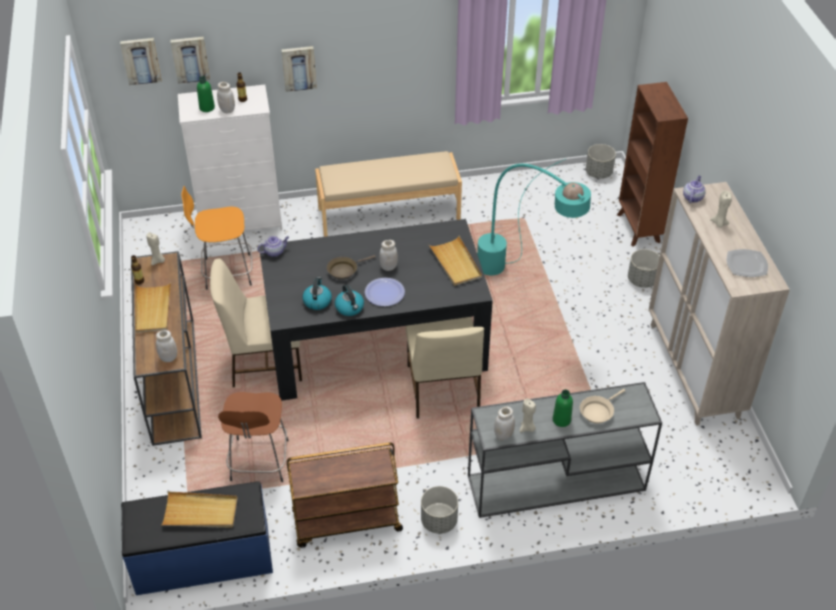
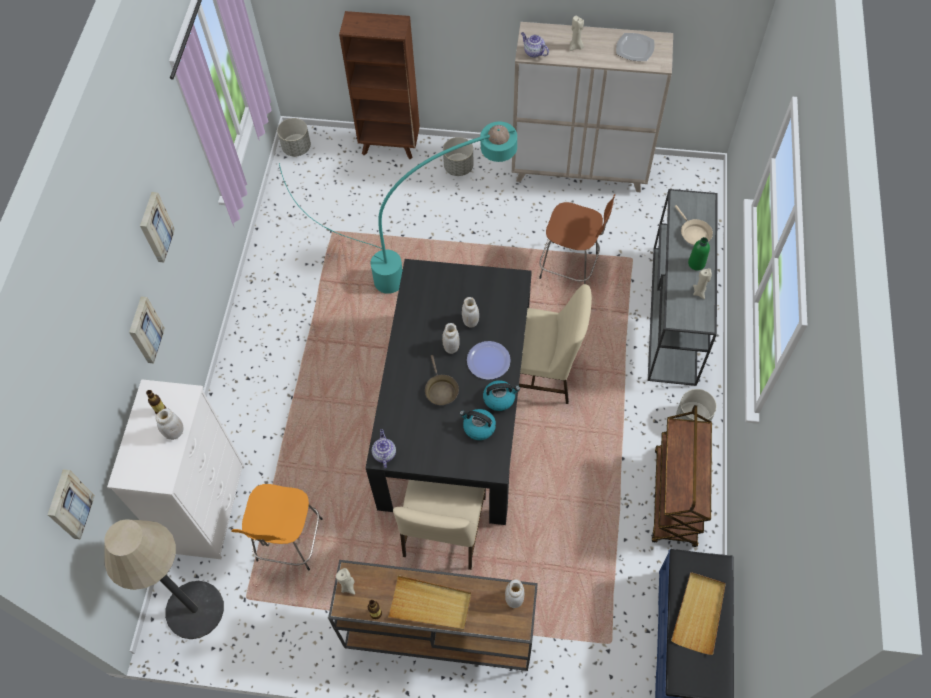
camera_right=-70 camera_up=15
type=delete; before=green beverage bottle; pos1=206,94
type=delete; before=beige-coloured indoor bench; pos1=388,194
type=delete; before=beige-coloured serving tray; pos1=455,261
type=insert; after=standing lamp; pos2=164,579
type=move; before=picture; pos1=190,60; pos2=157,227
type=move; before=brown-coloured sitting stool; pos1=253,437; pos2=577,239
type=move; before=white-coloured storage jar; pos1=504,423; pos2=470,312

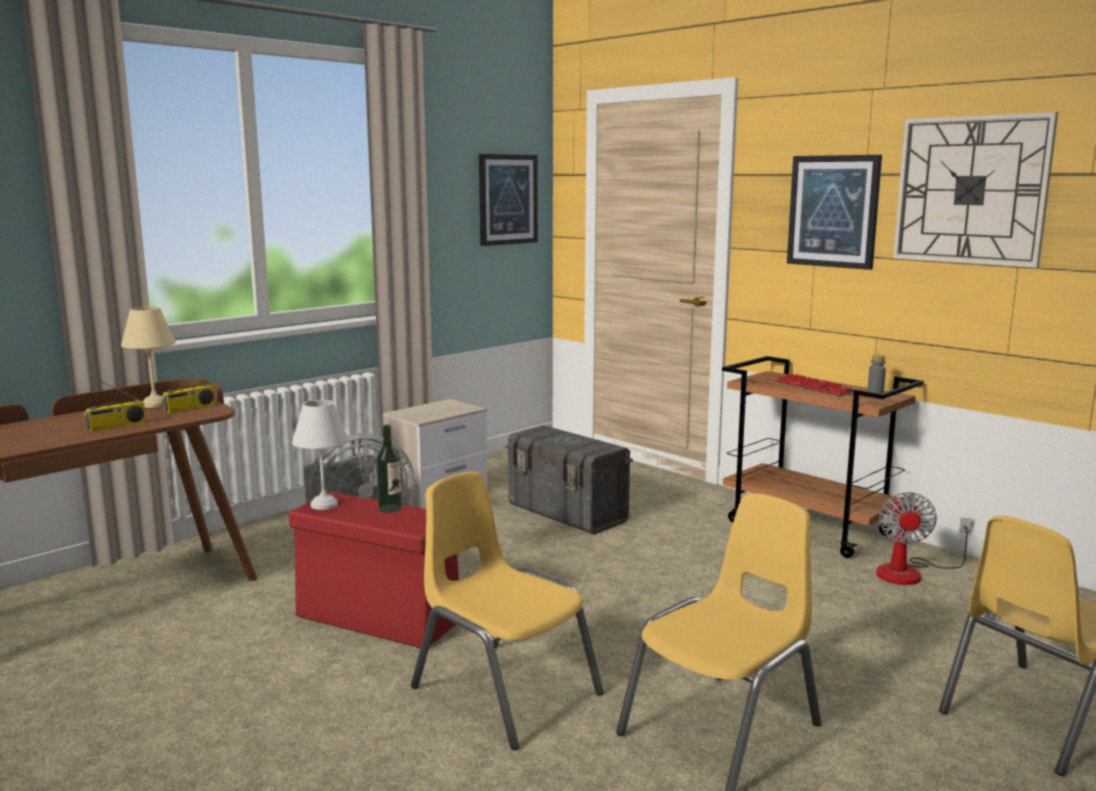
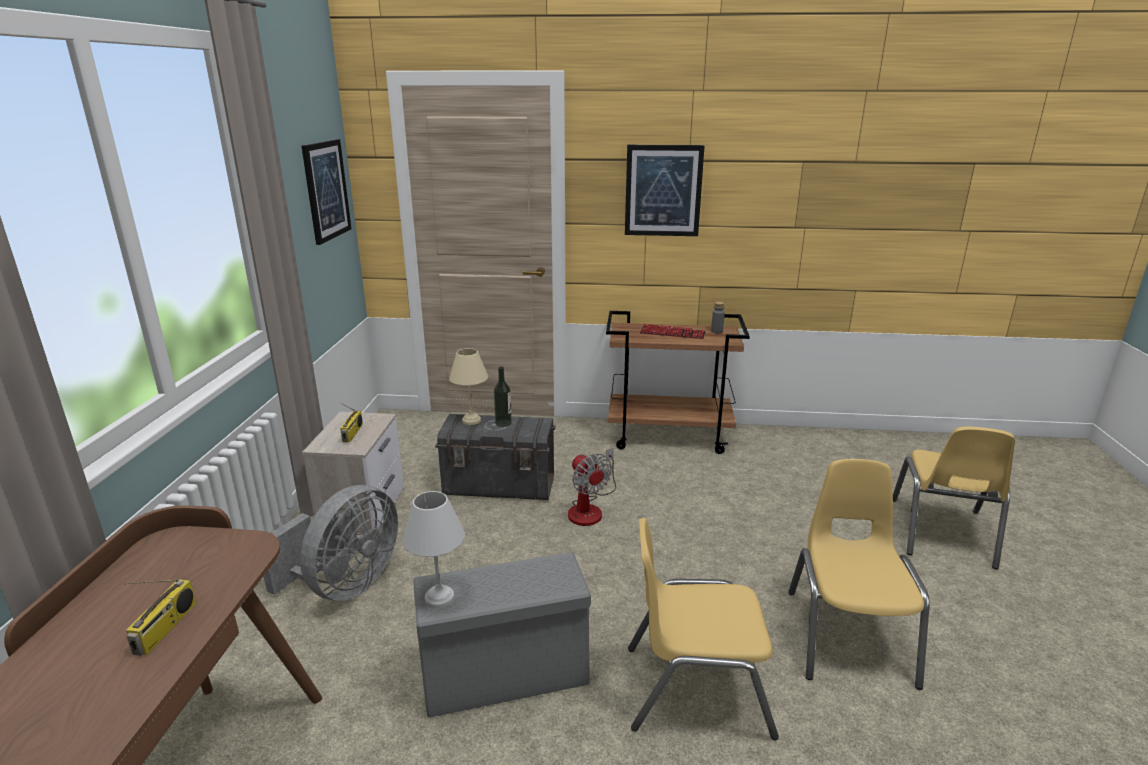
camera_right=-40 camera_up=10
type=delete; before=wall clock; pos1=975,190
type=move; before=beige-coloured lamp for a table; pos1=148,357; pos2=468,386
type=move; before=radio receiver; pos1=188,387; pos2=351,422
type=move; before=beverage bottle; pos1=389,468; pos2=503,397
type=move; before=cooling fan; pos1=924,538; pos2=592,487
type=recolor; before=reddish storage bin; after=greyish storage bin; pos1=374,570; pos2=502,635

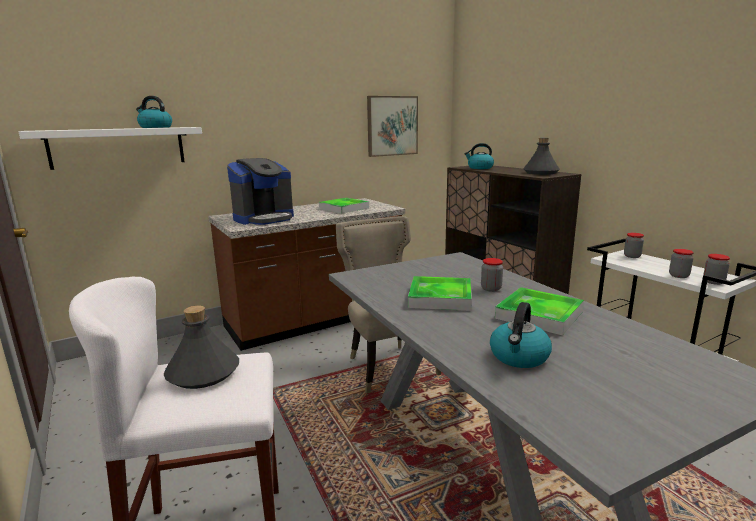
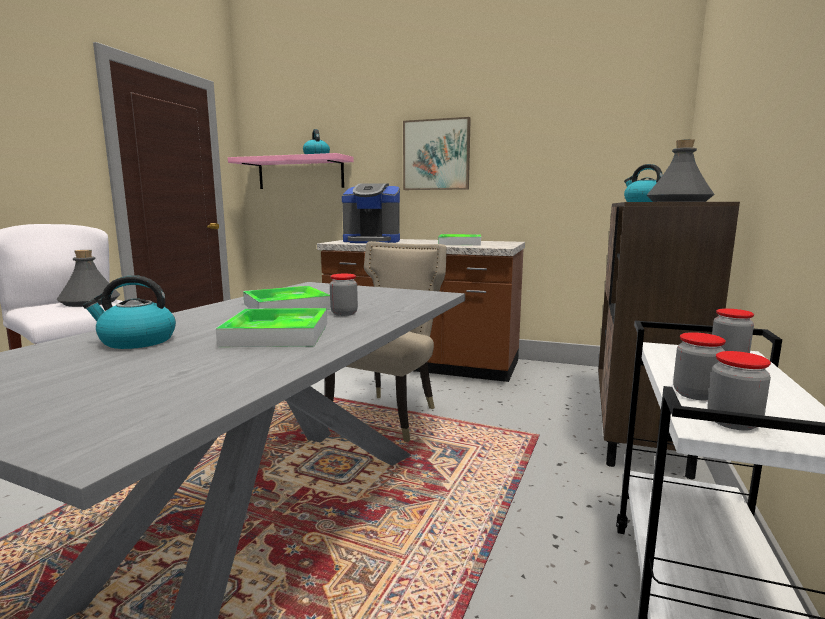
camera_right=50 camera_up=-5
type=move; before=picture; pos1=392,126; pos2=437,153
type=recolor; before=white-coloured bracket shelf; after=pinkish bracket shelf; pos1=110,148; pos2=291,171

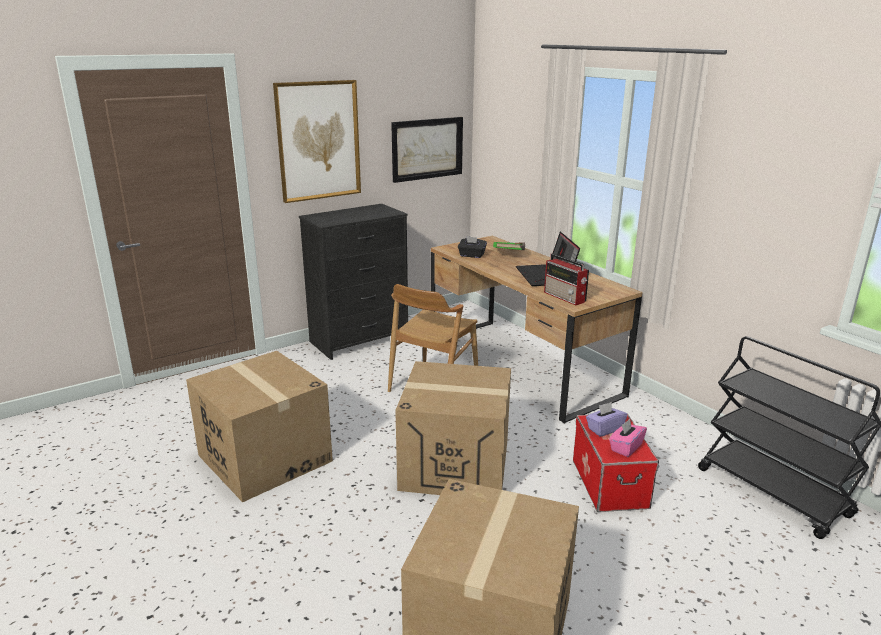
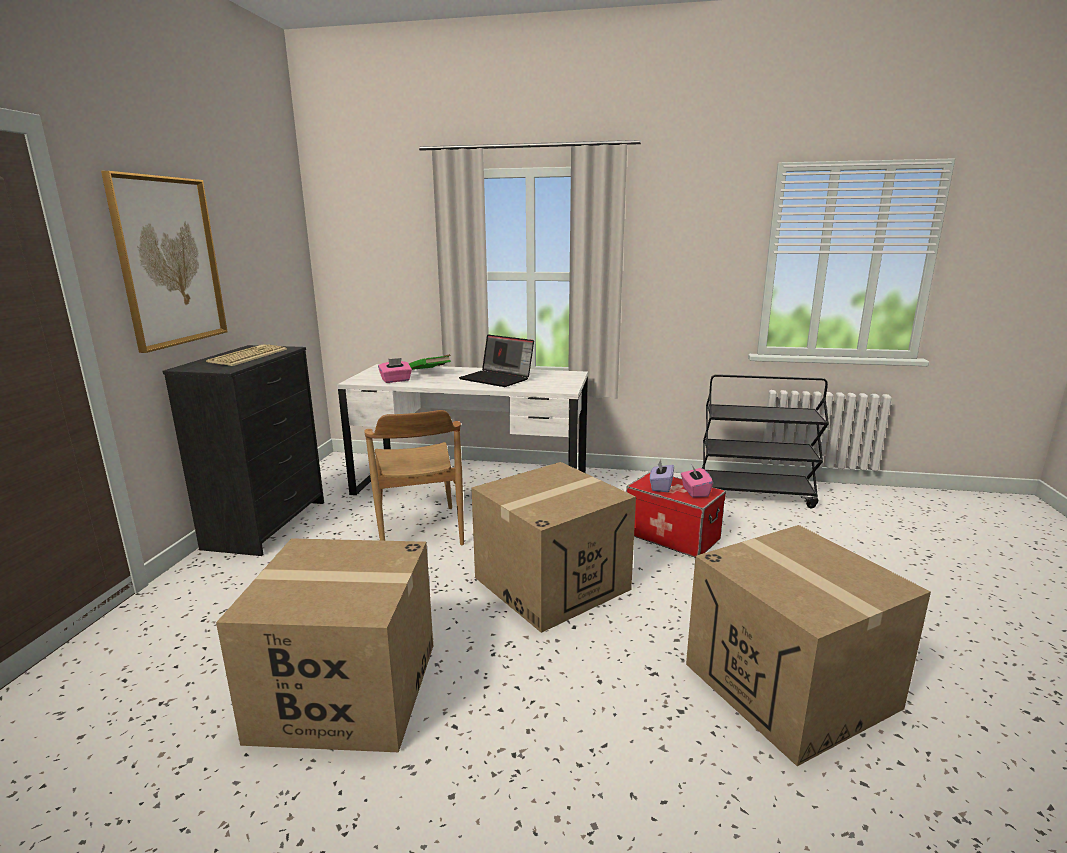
camera_right=-45 camera_up=-5
type=delete; before=picture; pos1=427,150
type=delete; before=radio receiver; pos1=566,279
type=insert; after=keyboard; pos2=246,355
type=recolor; before=brown-coloured desk; after=white-coloured desk; pos1=537,330; pos2=462,429
type=recolor; before=blackish tissue box; after=pinkish tissue box; pos1=472,247; pos2=395,370

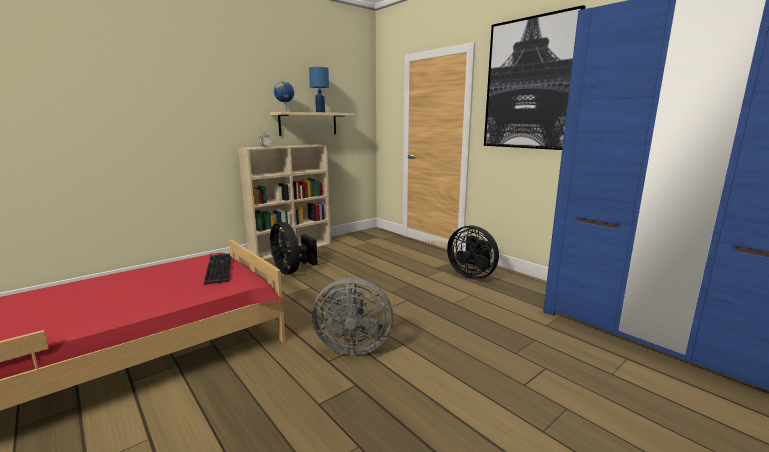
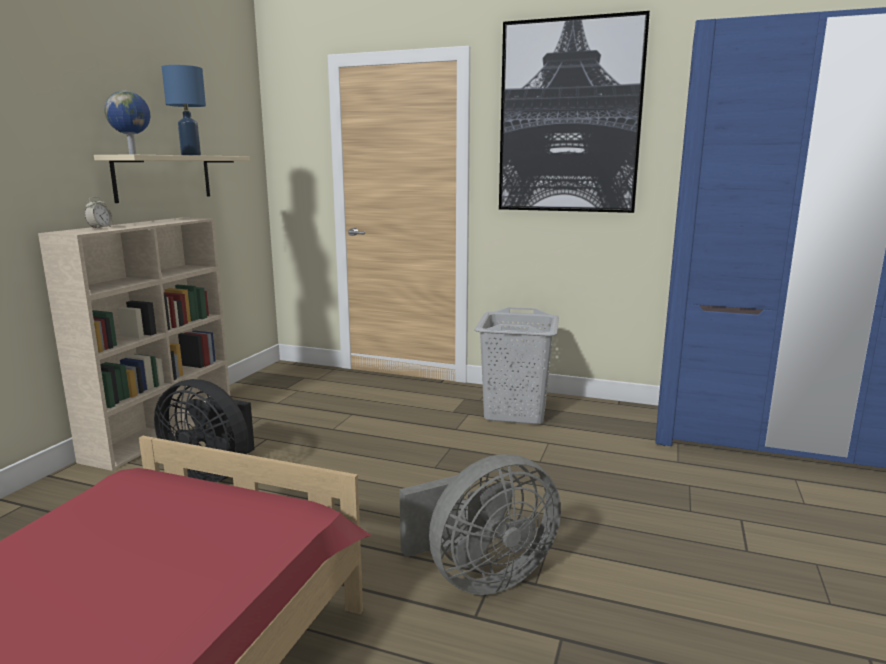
camera_right=-30 camera_up=0
type=delete; before=keyboard; pos1=217,269
type=replace; before=blackish cooling fan; after=greyish washing basket; pos1=473,252; pos2=517,366

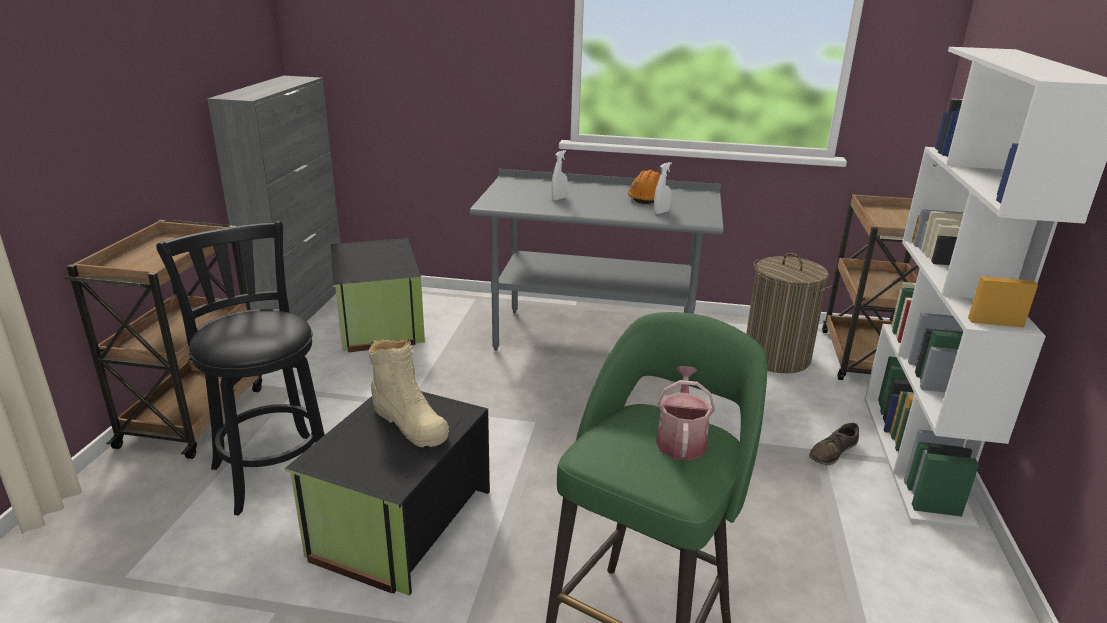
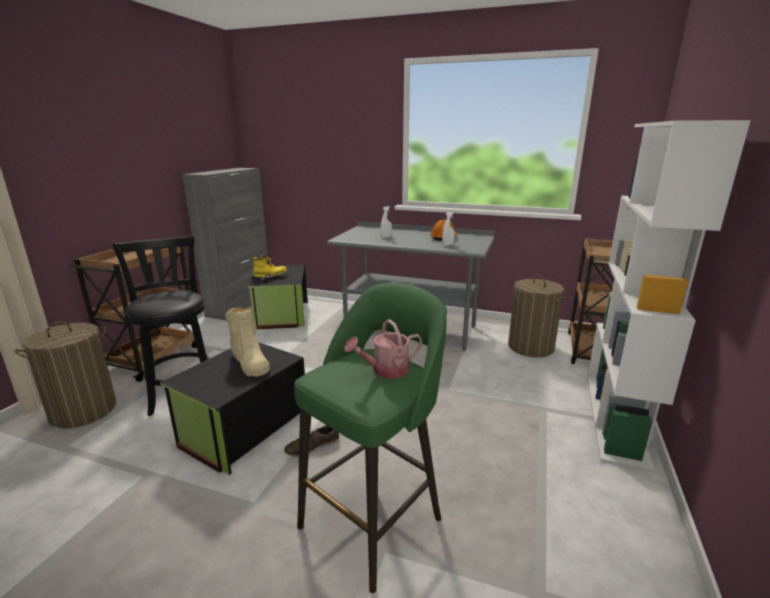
camera_right=10 camera_up=-5
type=insert; after=washing basket; pos2=65,375
type=insert; after=yellow tall boot; pos2=269,268
type=move; before=brown-coloured item of footwear; pos1=834,444; pos2=311,441
type=rotate; before=watering pot; pos1=685,413; pos2=383,349; turn=-135

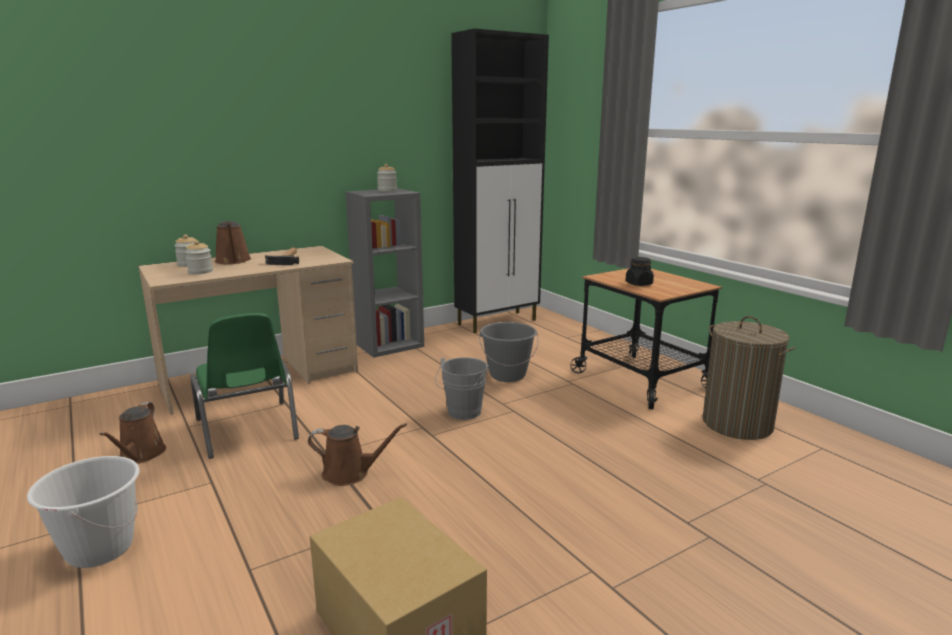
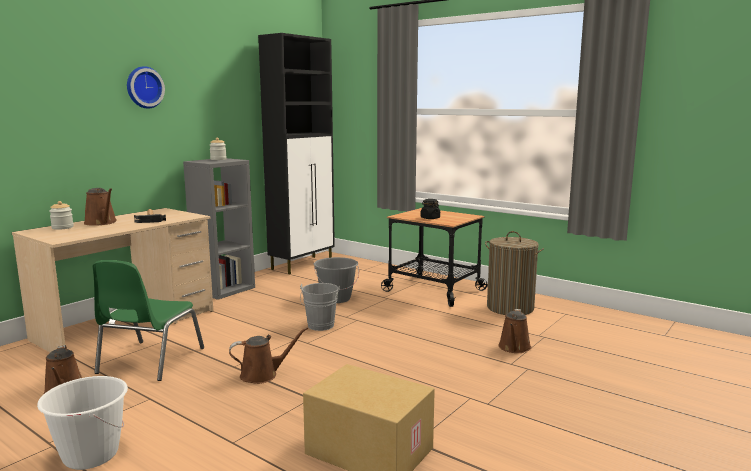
camera_right=-20 camera_up=-5
type=delete; before=storage jar; pos1=199,257
type=insert; after=wall clock; pos2=146,87
type=insert; after=brown-coloured watering pot; pos2=514,331
type=rotate; before=green upright chair; pos1=244,386; pos2=148,320; turn=60

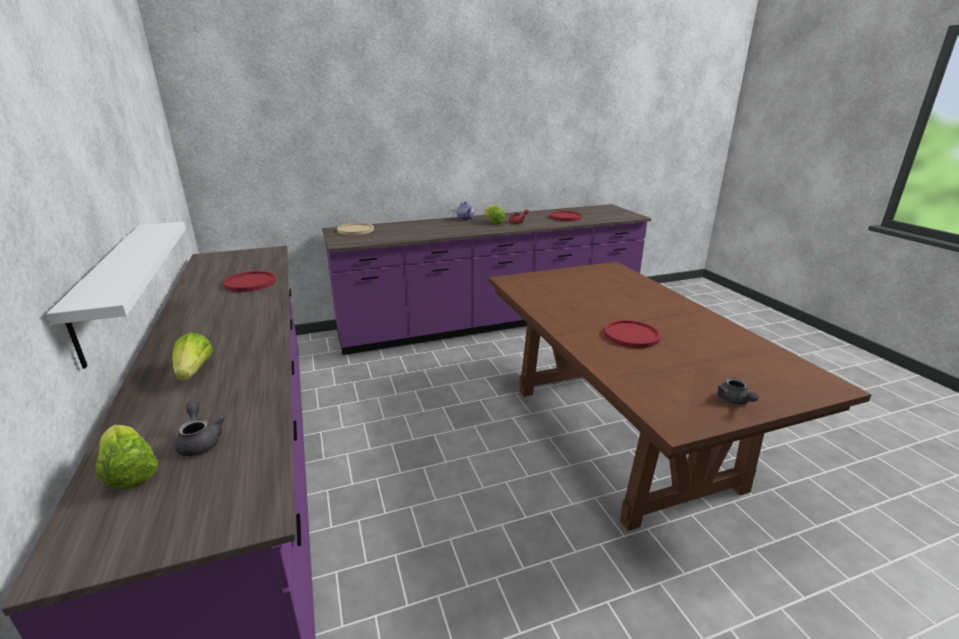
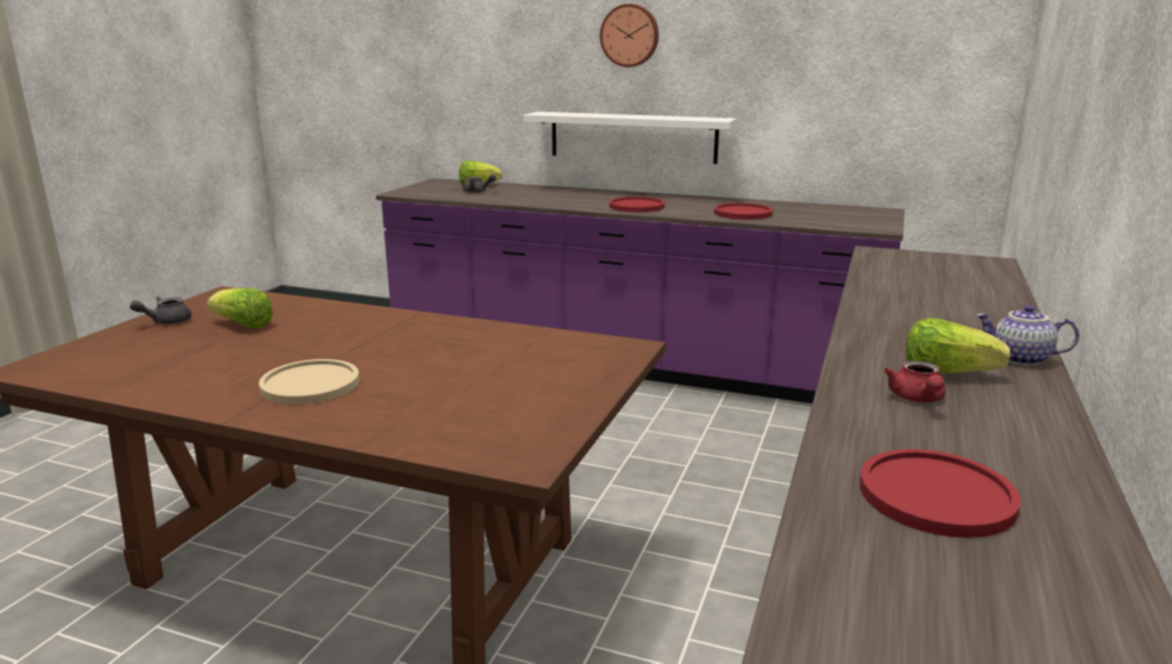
camera_right=130 camera_up=-5
type=insert; after=wall clock; pos2=629,35
type=move; before=lettuce head; pos1=192,357; pos2=240,308
type=move; before=beige-coloured plate; pos1=355,229; pos2=309,382
type=move; before=reddish plate; pos1=632,334; pos2=637,204
type=rotate; before=greyish pot for tea; pos1=738,391; pos2=160,310; turn=-75

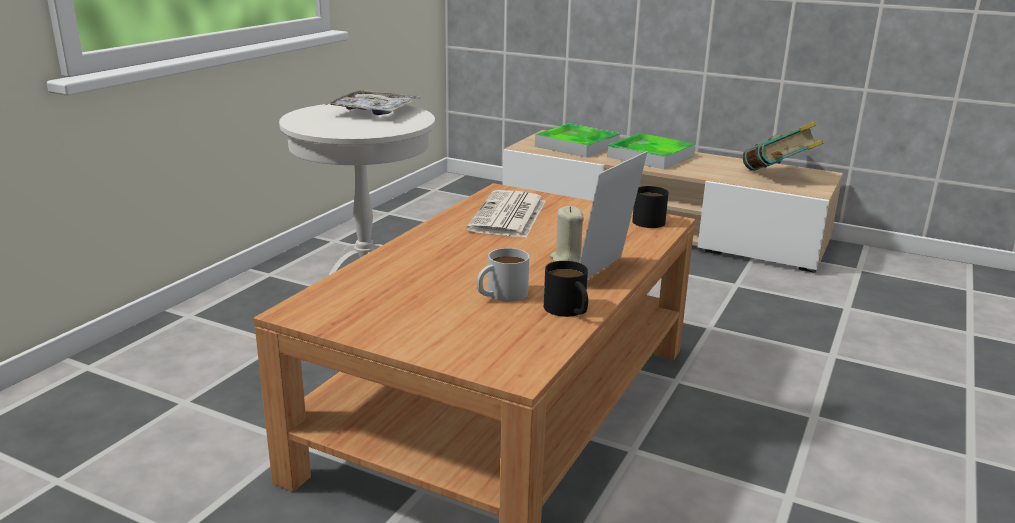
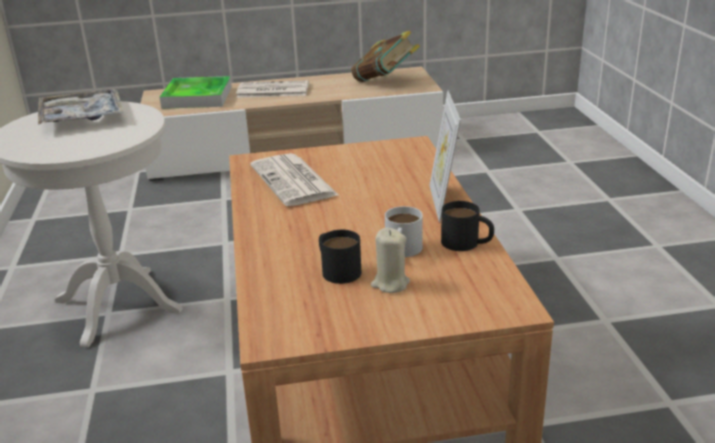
camera_right=-35 camera_up=5
type=move; before=beige-coloured wax candle; pos1=567,234; pos2=390,260
type=move; before=blackish coffee mug; pos1=650,207; pos2=340,257
type=replace; before=serving tray; after=printed paper; pos1=651,151; pos2=272,89

